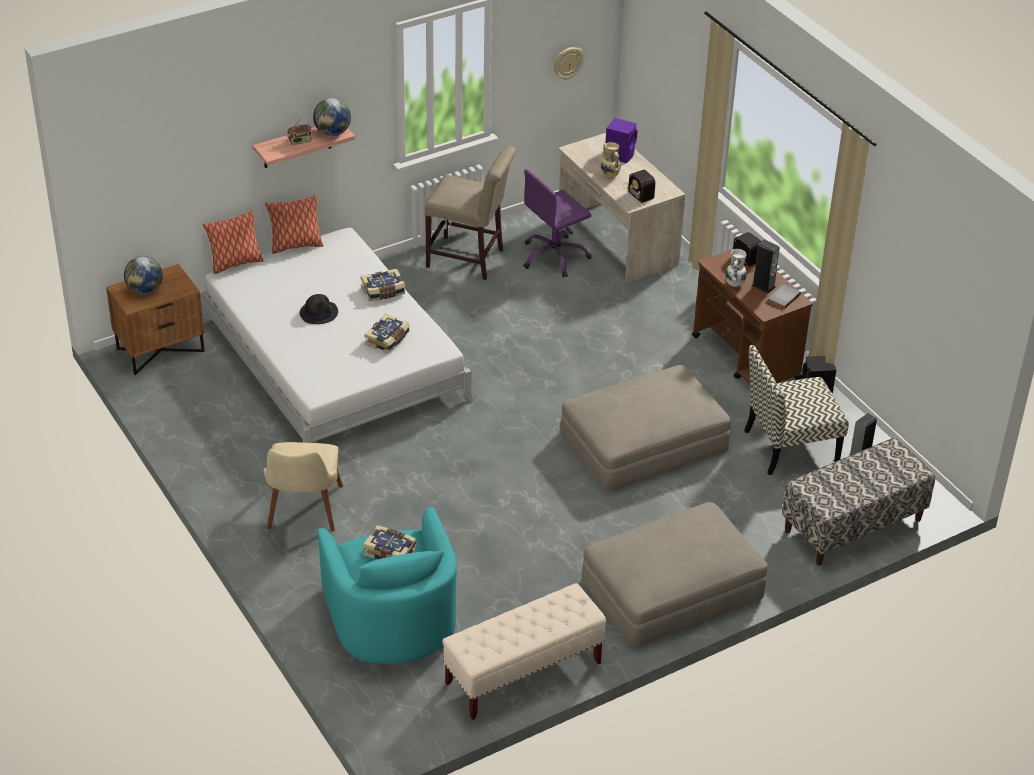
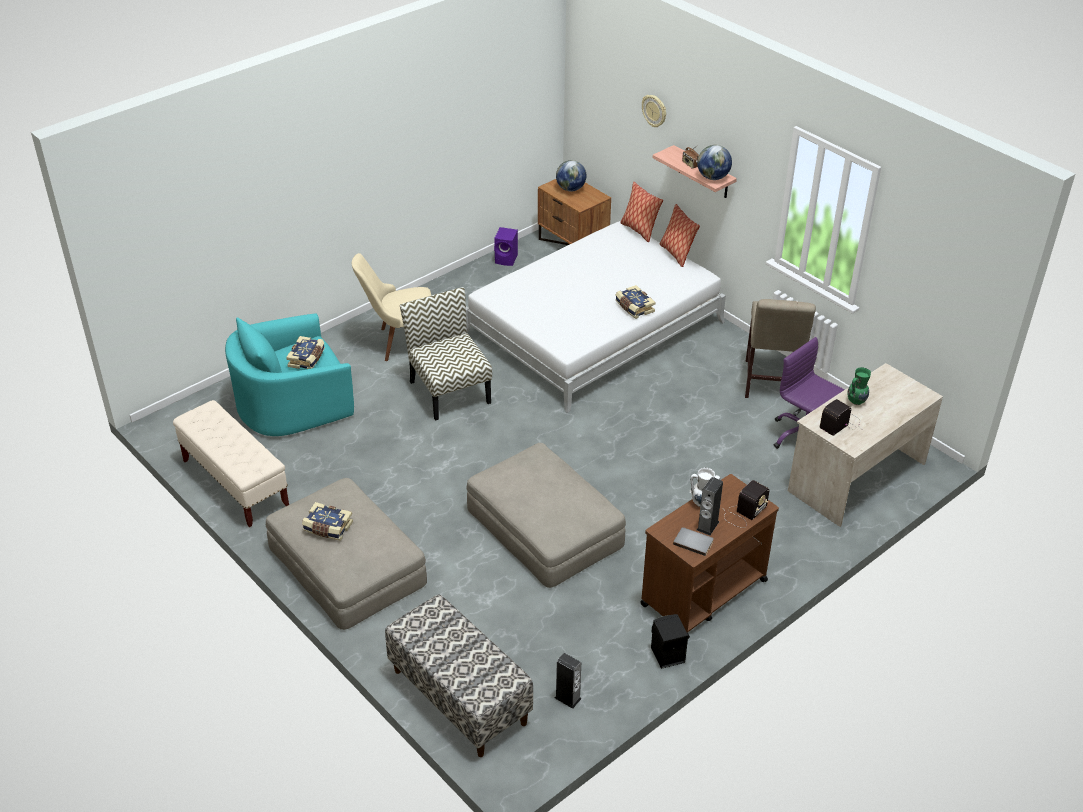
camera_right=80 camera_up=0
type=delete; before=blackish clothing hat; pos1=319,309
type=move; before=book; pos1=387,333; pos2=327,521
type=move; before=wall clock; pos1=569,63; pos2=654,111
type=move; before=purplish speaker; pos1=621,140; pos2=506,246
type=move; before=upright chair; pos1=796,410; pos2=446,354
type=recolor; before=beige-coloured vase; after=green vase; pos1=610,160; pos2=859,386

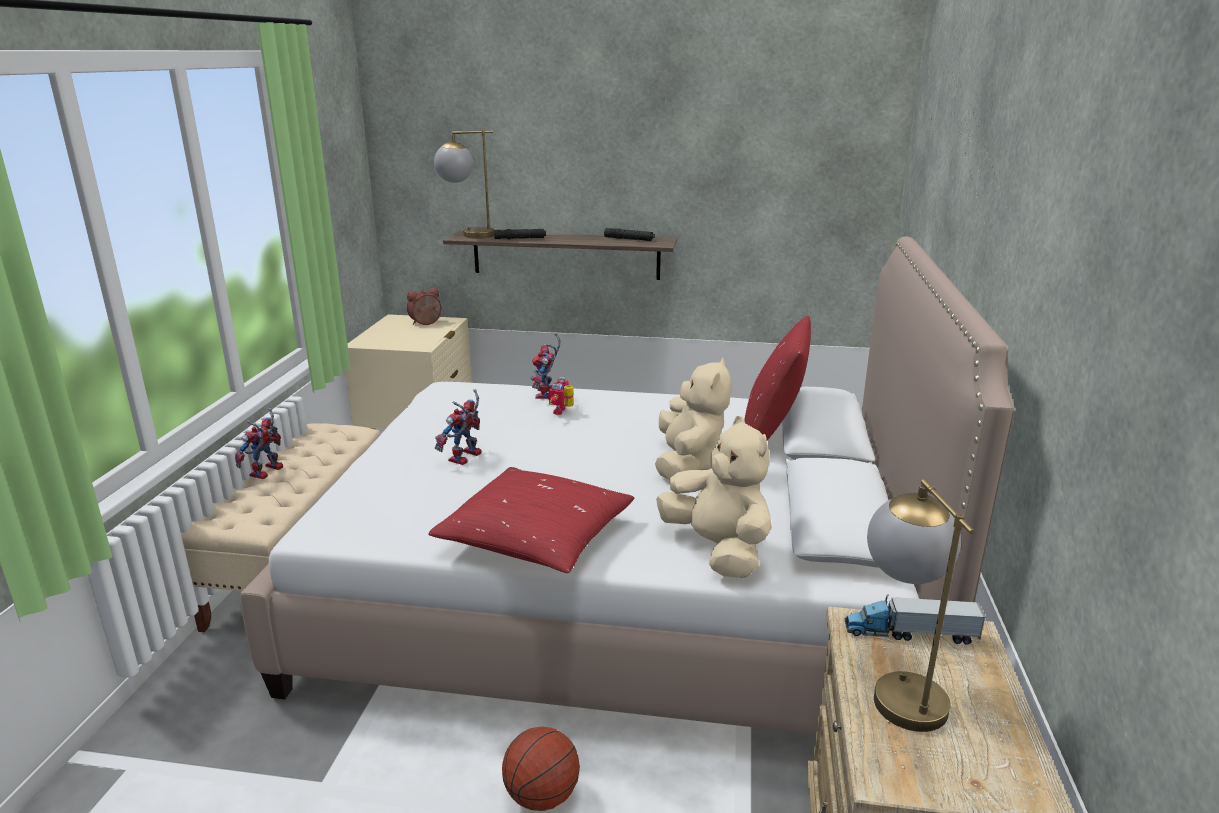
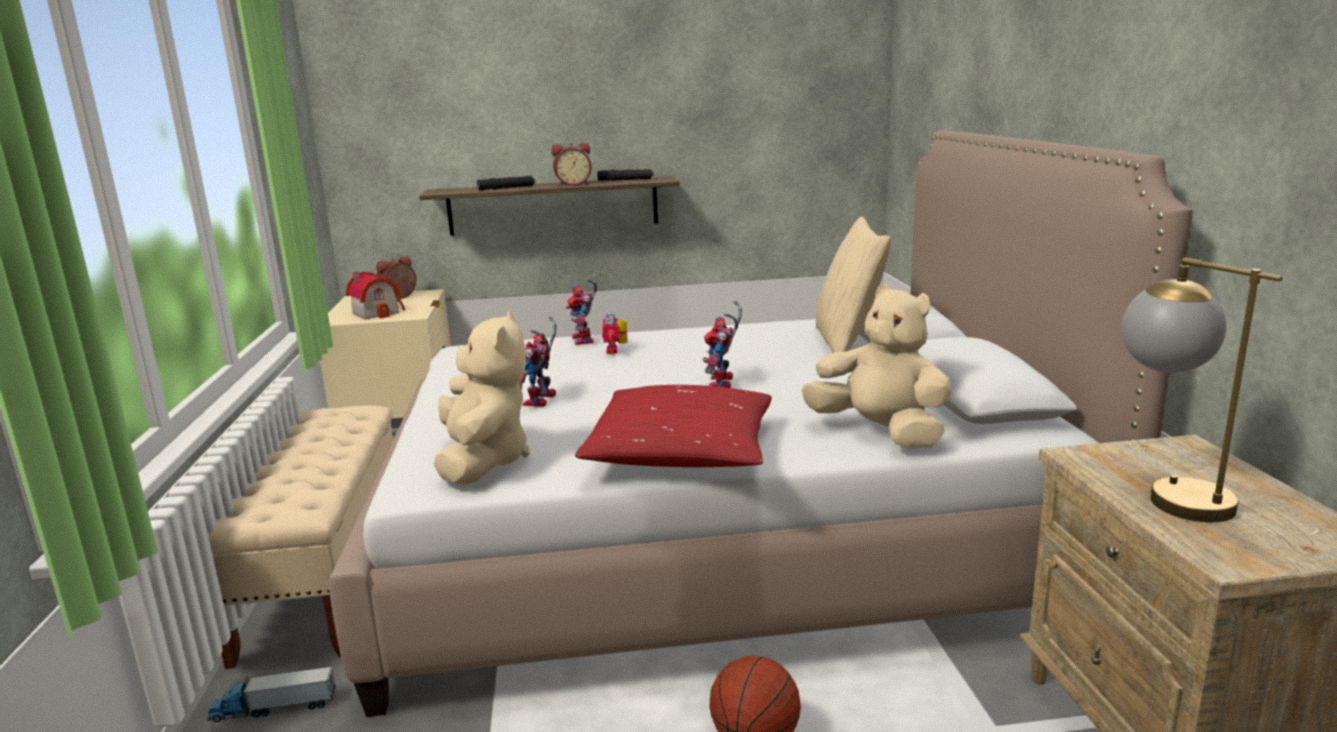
camera_right=-15 camera_up=-5
type=delete; before=lamp for a table; pos1=464,184
type=insert; after=model house; pos2=375,295
type=insert; after=bedside clock; pos2=571,164
type=move; before=toy robot; pos1=259,443; pos2=722,344
type=move; before=beige-coloured soft toy; pos1=693,419; pos2=482,398
type=move; before=toy truck; pos1=915,619; pos2=271,694
type=recolor; before=reddish cushion; after=beige-coloured cushion; pos1=777,377; pos2=853,284

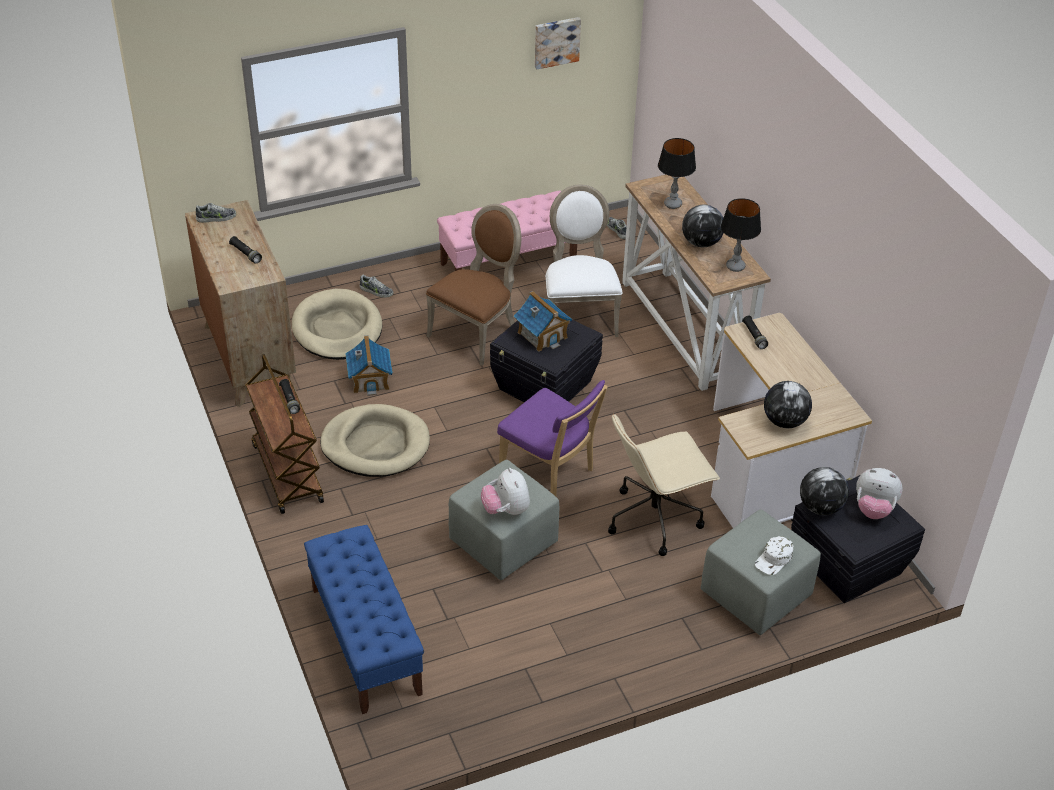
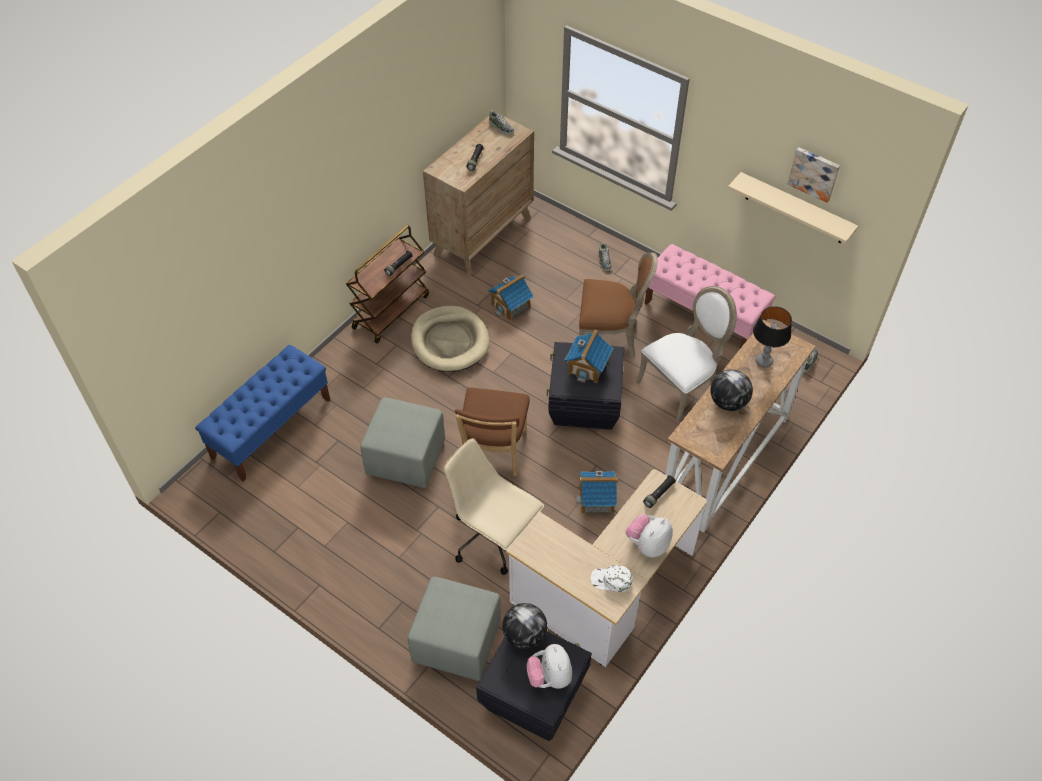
camera_right=60 camera_up=10
type=delete; before=beige-coloured dog bed; pos1=337,324
type=delete; before=lamp for a table; pos1=741,235
type=delete; before=world globe; pos1=788,404
type=insert; after=model house; pos2=597,492
type=insert; after=beige-coloured bracket shelf; pos2=793,208
type=move; before=soft toy; pos1=505,491; pos2=649,536
type=move; before=white-coloured peaked cap; pos1=774,555; pos2=612,578
type=recolor; before=purplish upright chair; after=brown-coloured upright chair; pos1=552,438; pos2=492,432

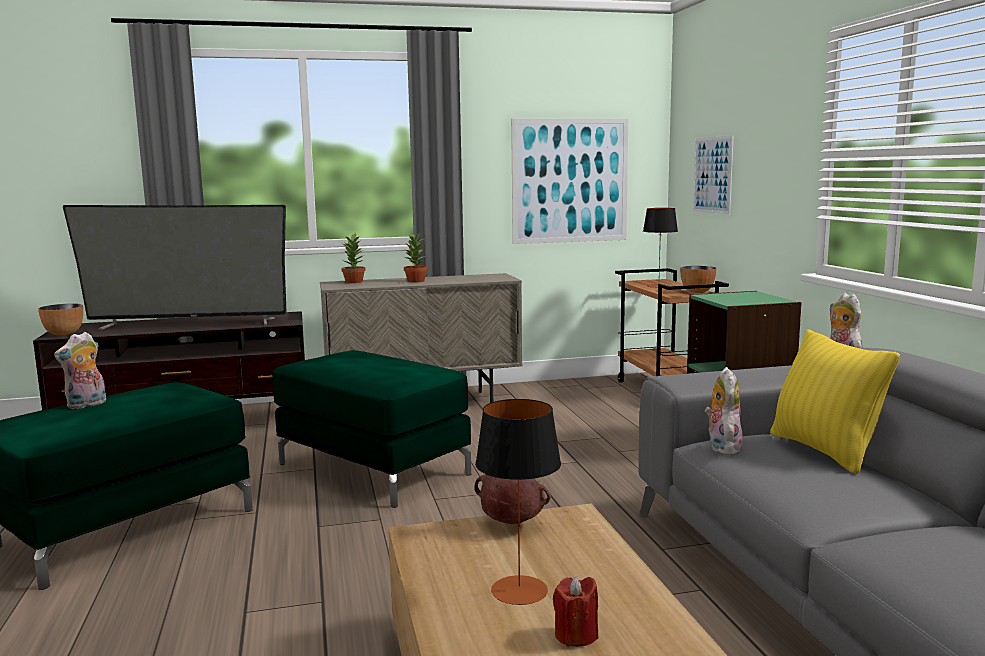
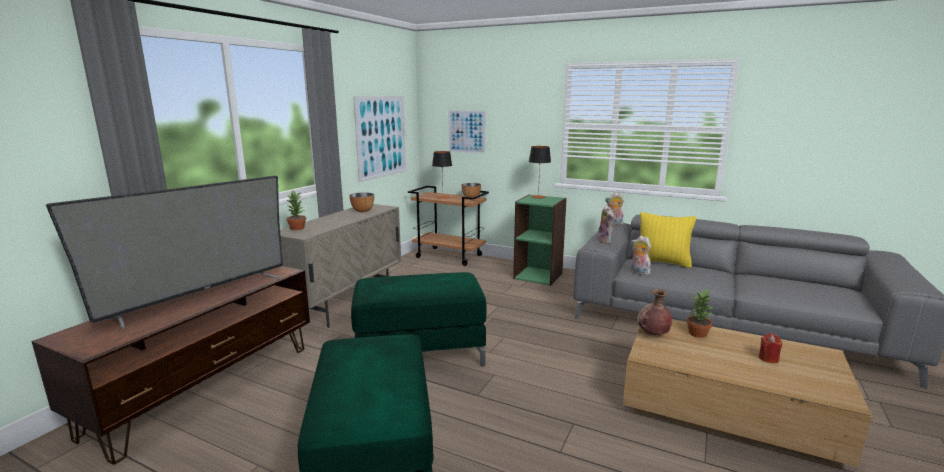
camera_right=-50 camera_up=5
type=move; before=bowl; pos1=60,320; pos2=361,202
type=move; before=soft toy; pos1=80,370; pos2=606,224
type=move; before=plant in a pot; pos1=416,257; pos2=700,313
type=move; before=lamp for a table; pos1=518,502; pos2=540,172

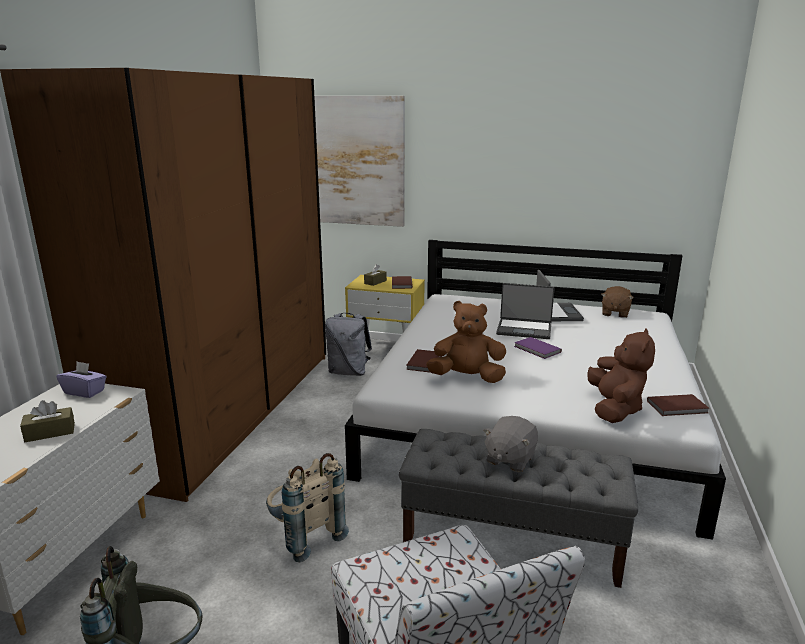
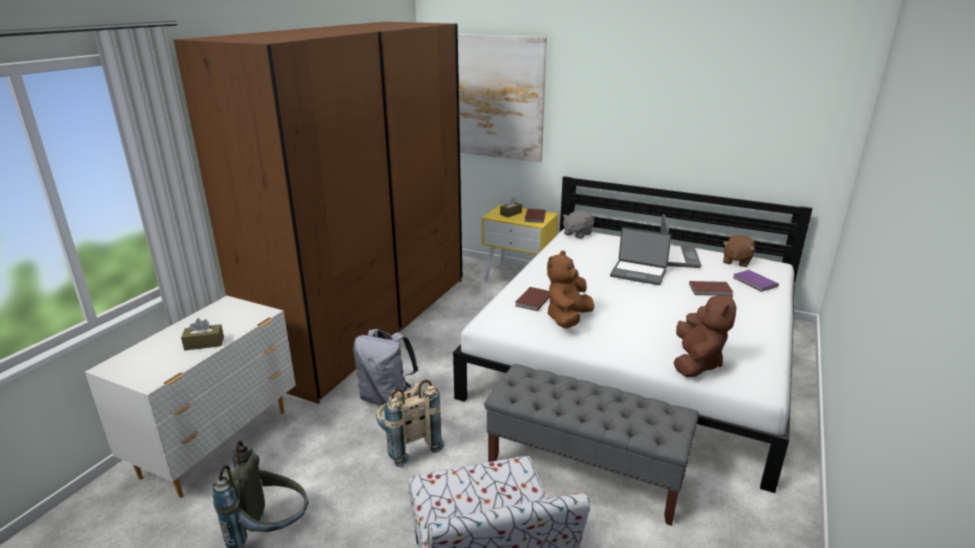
camera_right=10 camera_up=5
type=delete; before=purplish tissue box; pos1=82,379
type=move; before=greyish rucksack; pos1=348,344; pos2=385,367
type=move; before=greyish soft toy; pos1=510,444; pos2=578,224
type=move; before=purplish book; pos1=538,348; pos2=756,281
type=move; before=brown-coloured book; pos1=678,405; pos2=711,288
type=rotate; before=brown-coloured soft toy; pos1=466,342; pos2=570,289; turn=-75

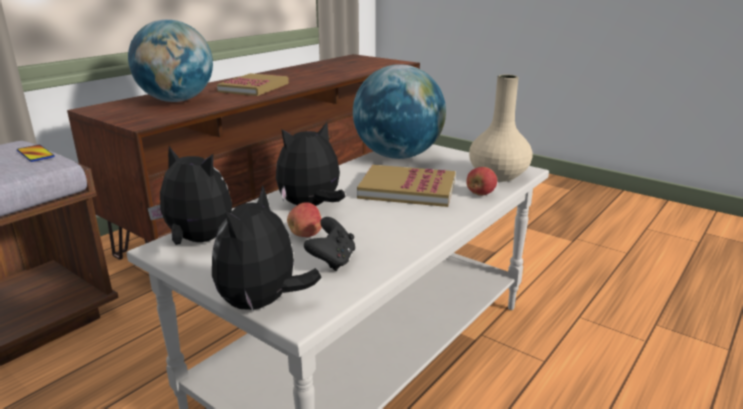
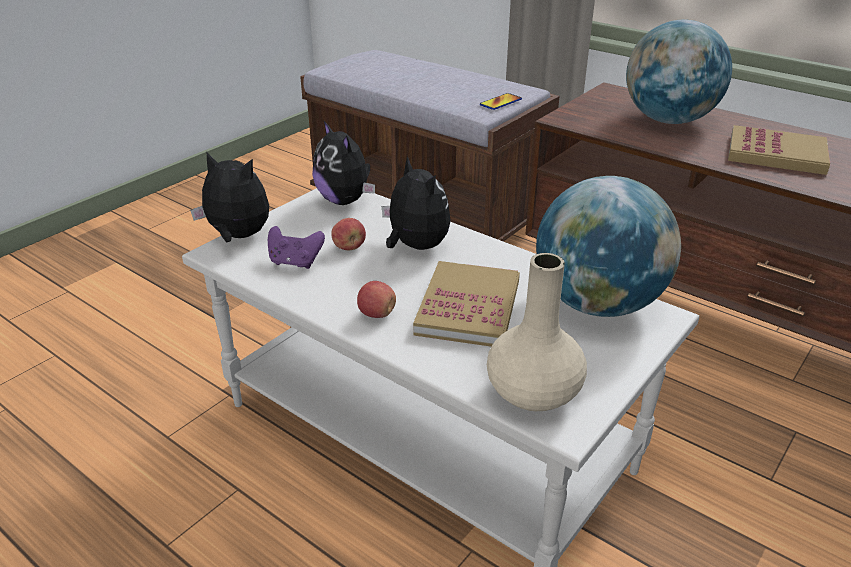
camera_right=90 camera_up=10
type=move; before=whole apple; pos1=481,181; pos2=376,299
type=recolor; before=blackish game controller; after=purplish game controller; pos1=329,244; pos2=296,247
type=rotate; before=soft toy; pos1=189,195; pos2=343,162; turn=120

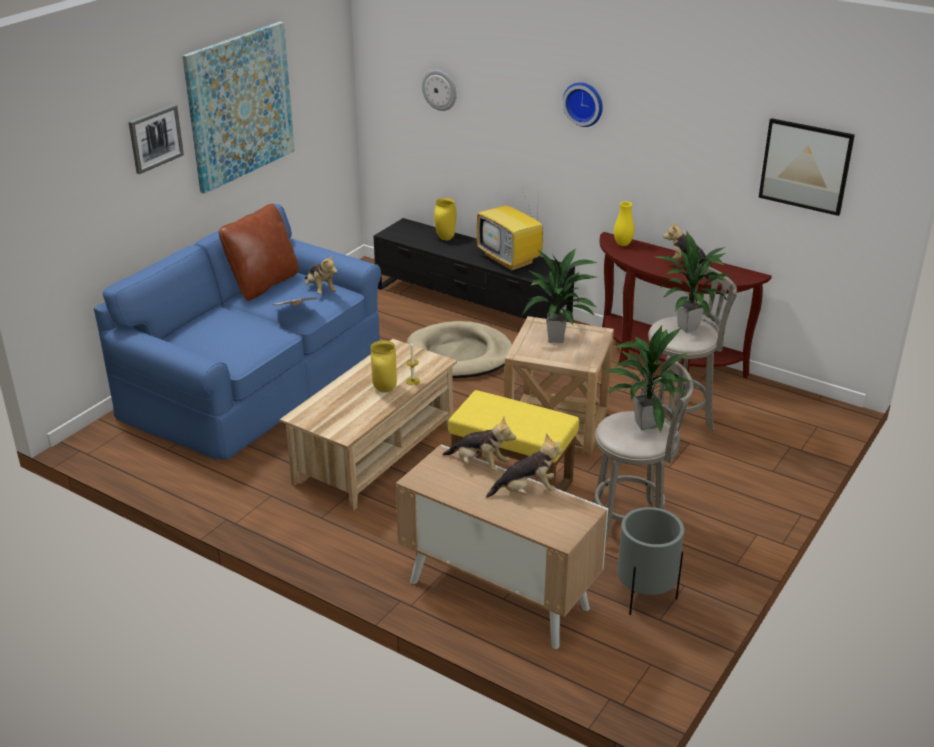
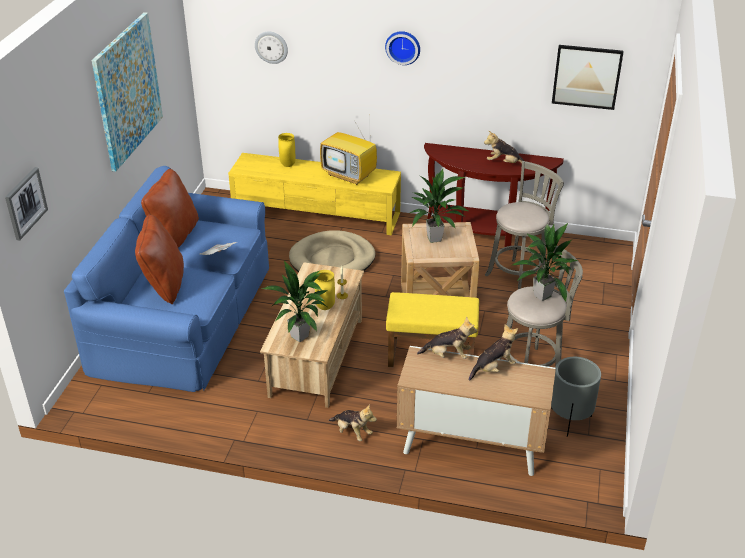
camera_right=-20 camera_up=5
type=delete; before=yellow vase; pos1=624,224
type=insert; after=brown-coloured cushion; pos2=159,259
type=move; before=picture; pos1=156,139; pos2=26,204
type=move; before=soft toy; pos1=321,274; pos2=352,422
type=move; before=plant in a pot; pos1=693,281; pos2=294,301
type=recolor; before=blackish tv stand; after=yellow tv stand; pos1=474,270; pos2=314,194

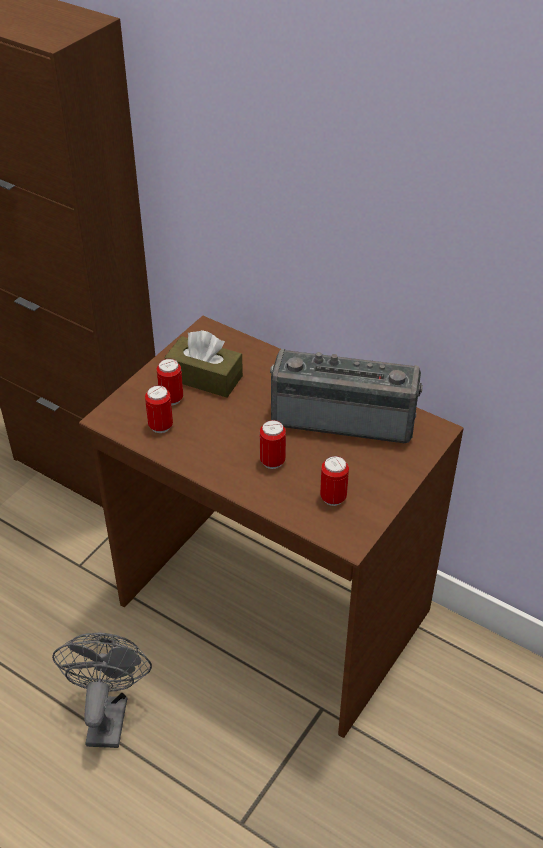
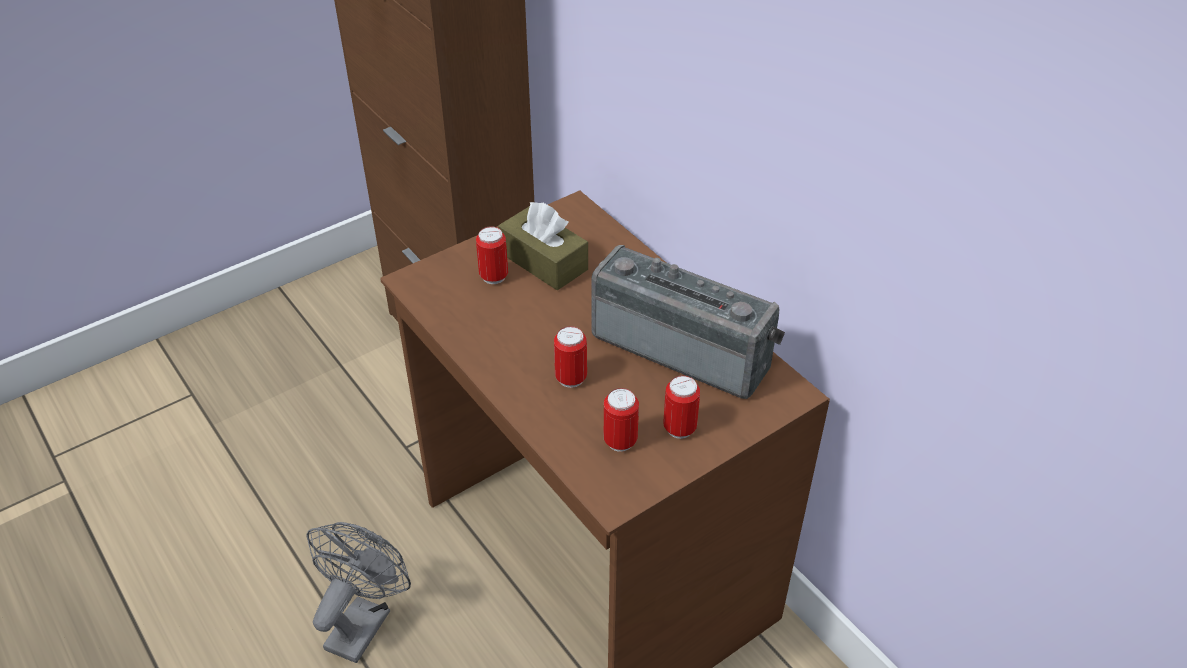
camera_right=20 camera_up=0
type=move; before=can; pos1=159,409; pos2=681,407

